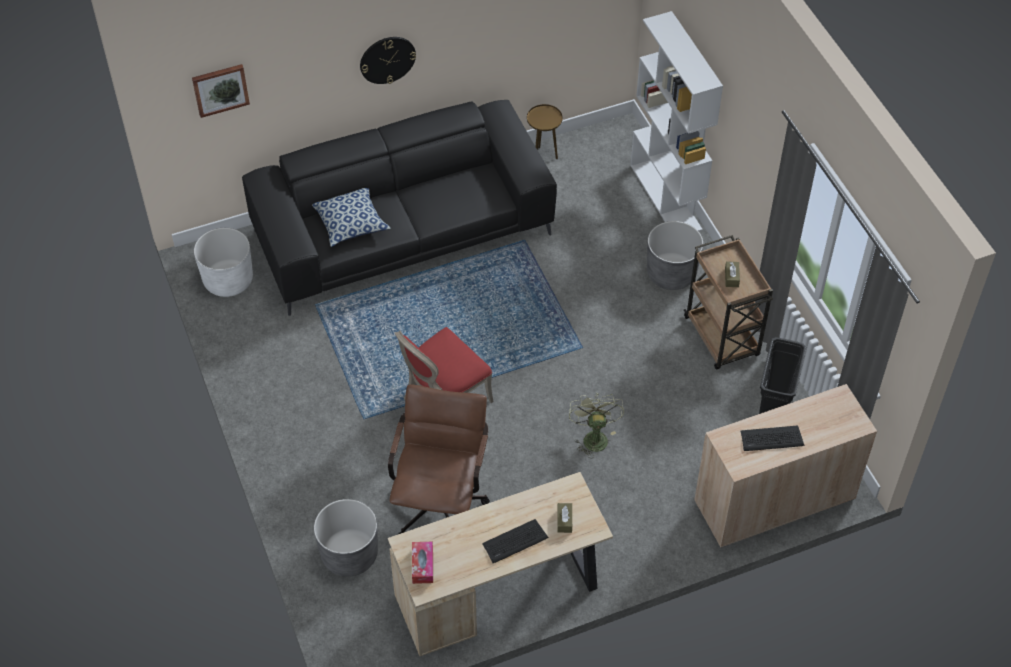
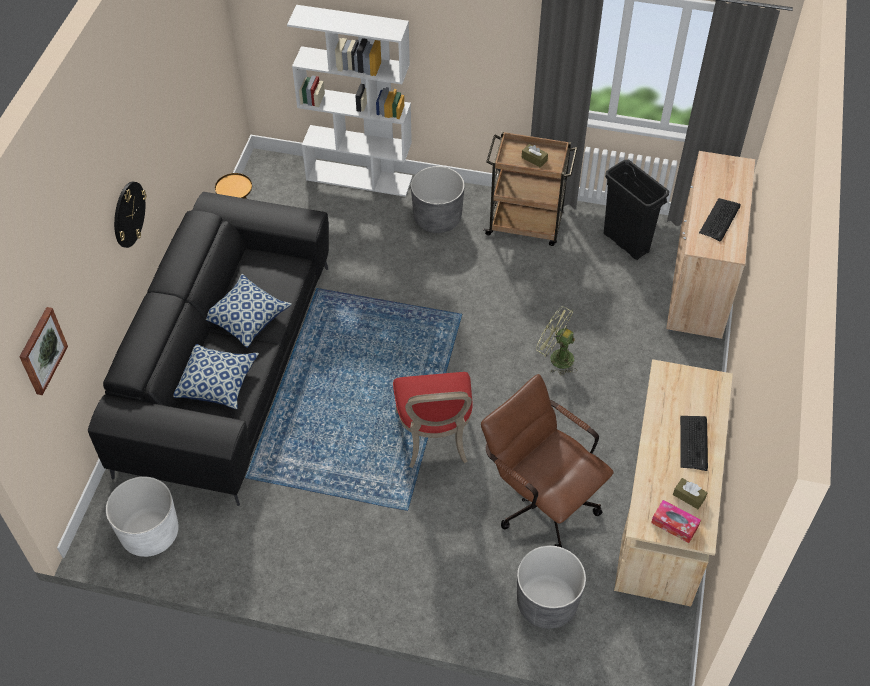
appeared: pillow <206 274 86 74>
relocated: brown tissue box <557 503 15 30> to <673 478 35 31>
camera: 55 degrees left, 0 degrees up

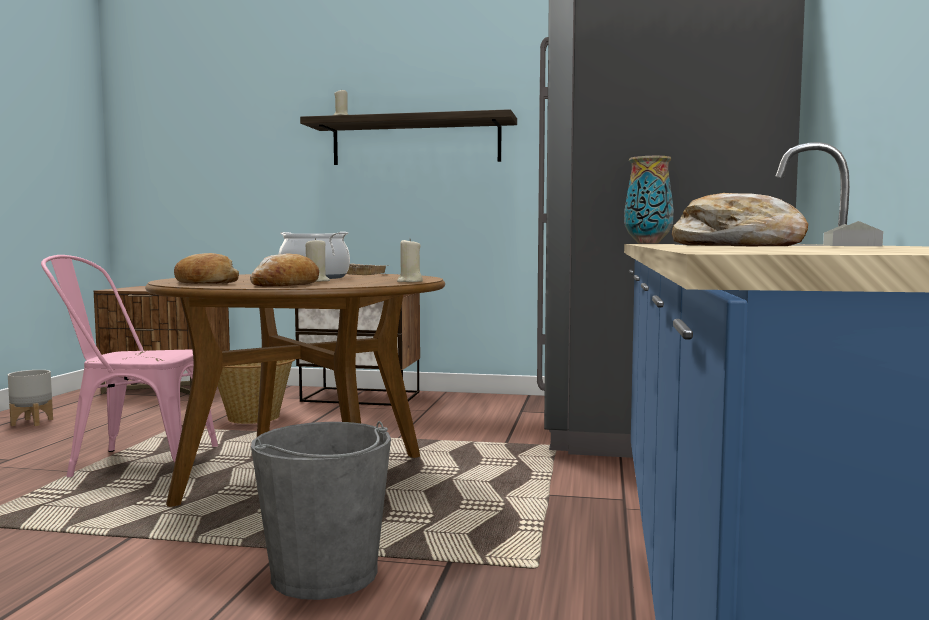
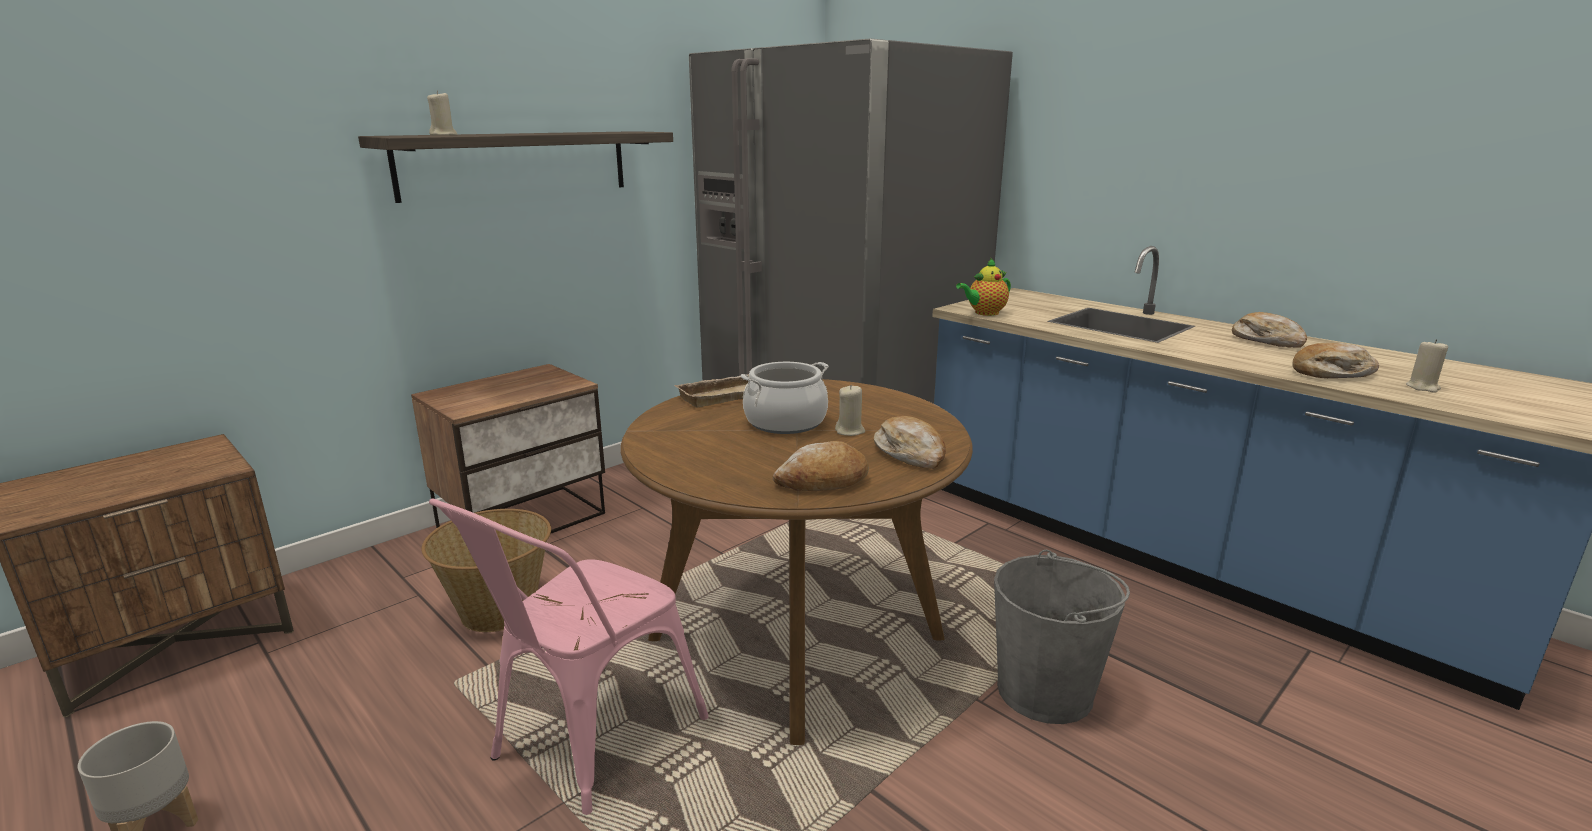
relocated: beige candle <397 239 26 43> to <1406 339 42 54>
exchanged: vase <624 156 50 88> to teapot <956 258 55 58>; grey tray <823 221 60 25> to bread <1232 312 75 36>
camera: 55 degrees left, 15 degrees up

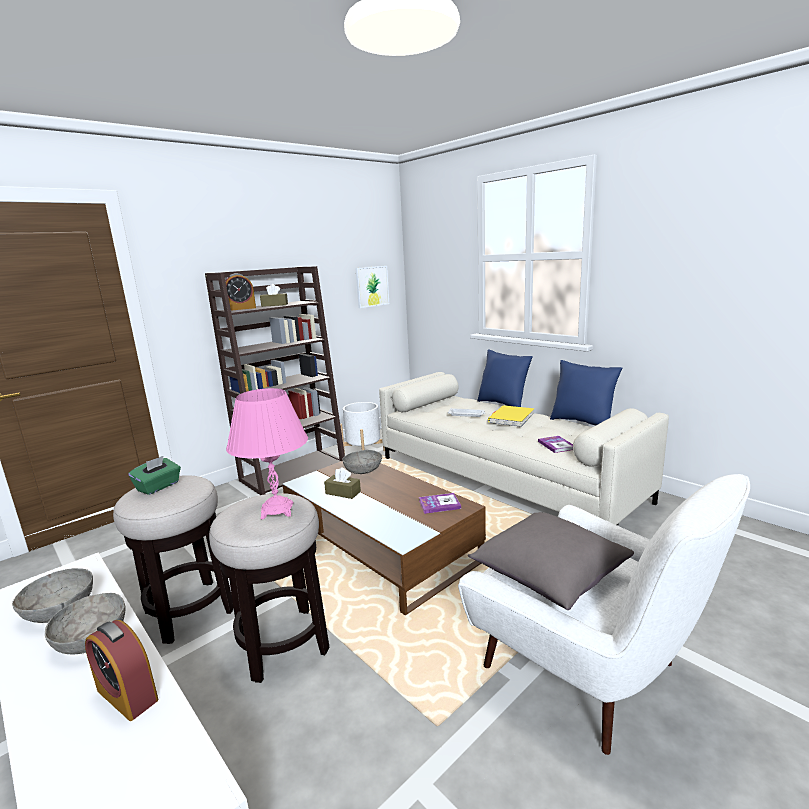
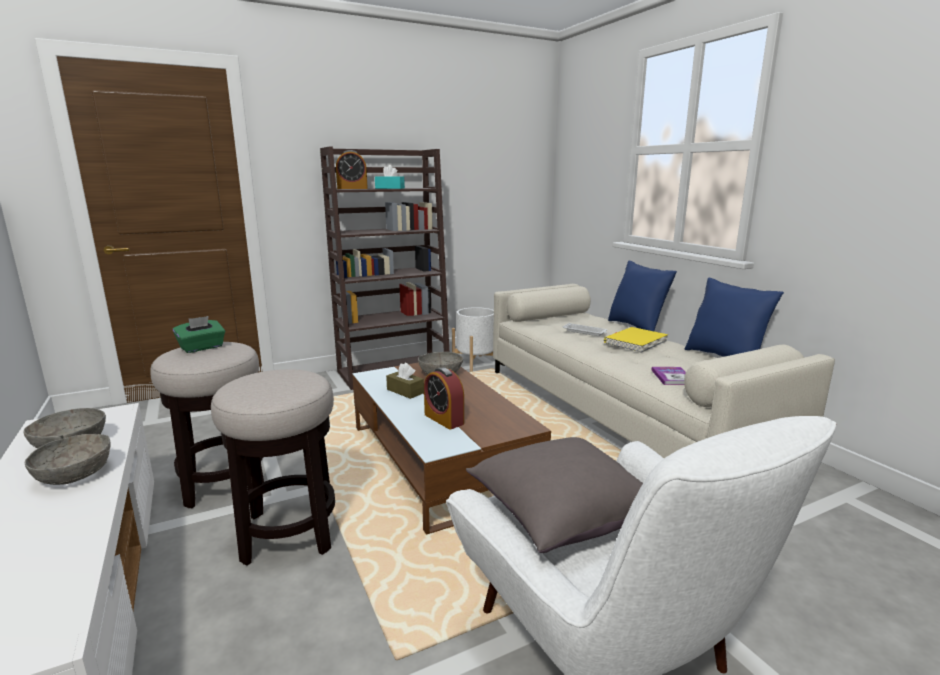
missing: picture <355 266 34 42>; pink table lamp <226 388 82 131>; book <419 493 42 21>
relocated: alarm clock <85 620 73 101> to <424 367 40 63>
colour: brown tissue box <260 284 28 23> to turquoise tissue box <375 165 30 24>
camera: 15 degrees right, 0 degrees up

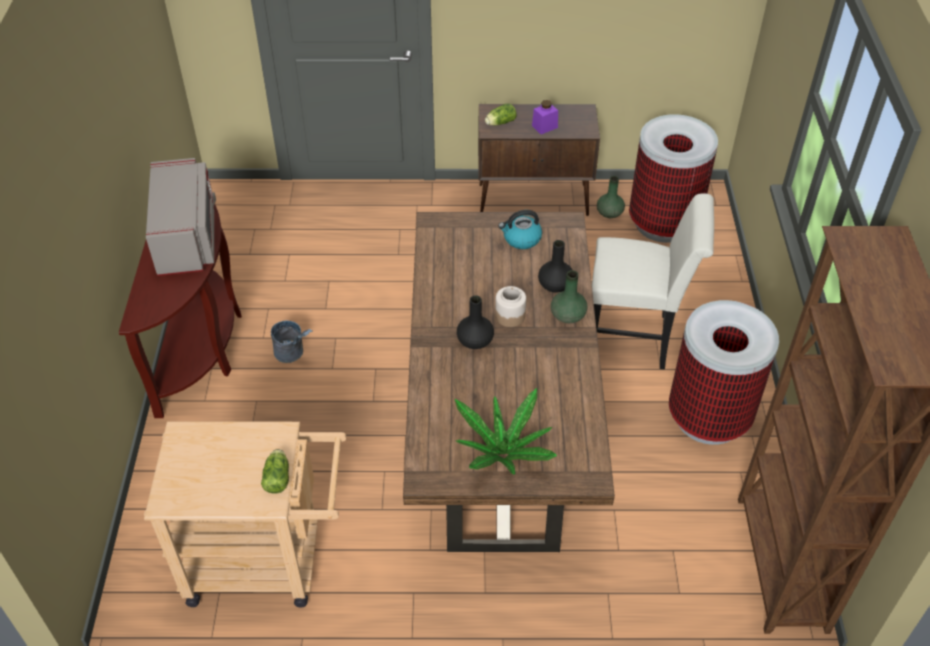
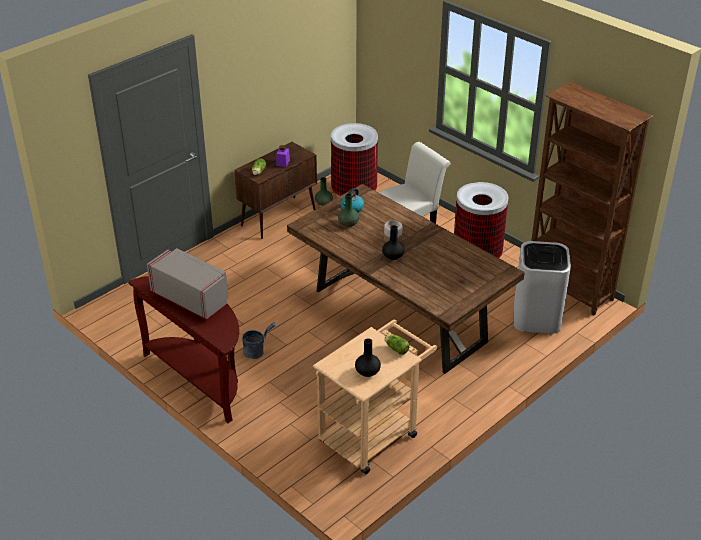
missing: potted plant <455 388 102 87>
appeared: white trash can <513 241 58 93>
relocated: black vase <538 240 34 53> to <355 338 26 39>; green vase <551 270 36 53> to <338 193 21 34>
camera: 45 degrees left, 10 degrees down

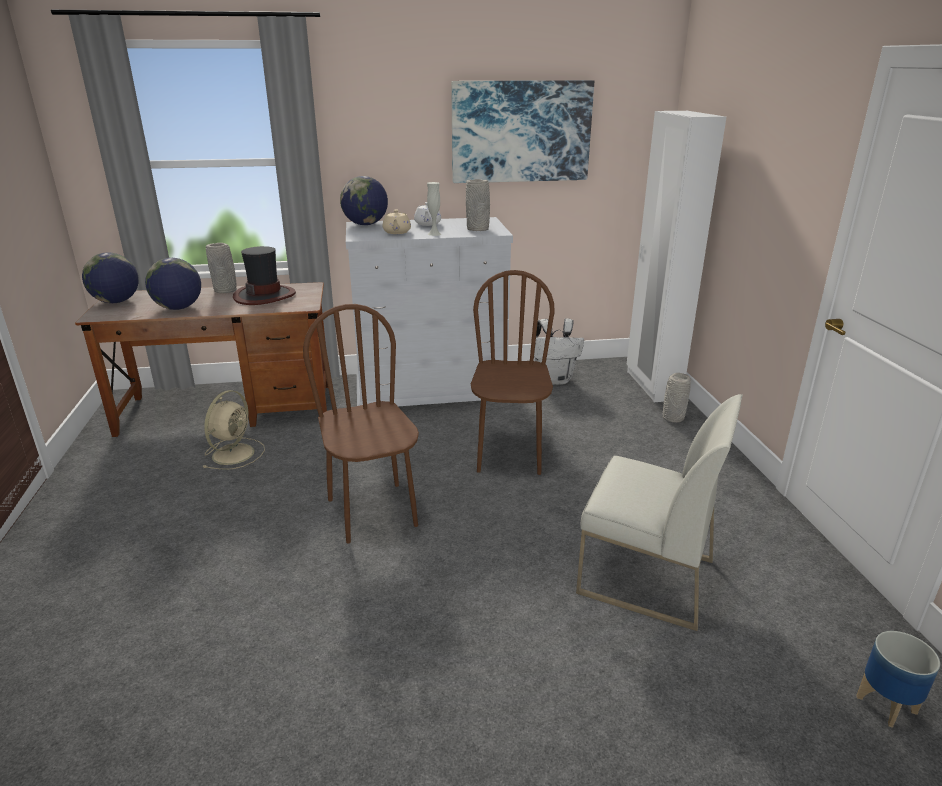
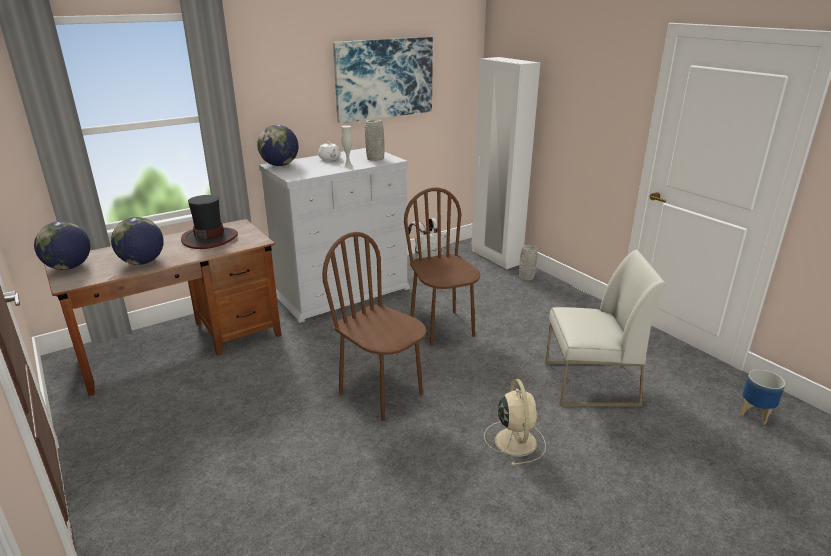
missing: beige teapot <382 209 29 25>; grey vase <206 243 31 50>
relocated: beige fan <202 390 63 79> to <484 379 62 87>
camera: 25 degrees left, 0 degrees up

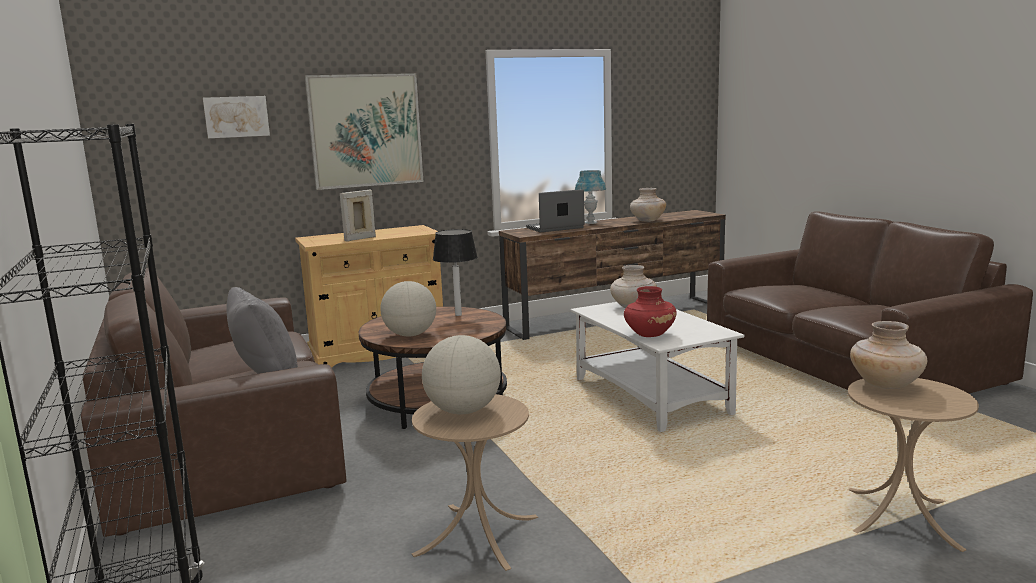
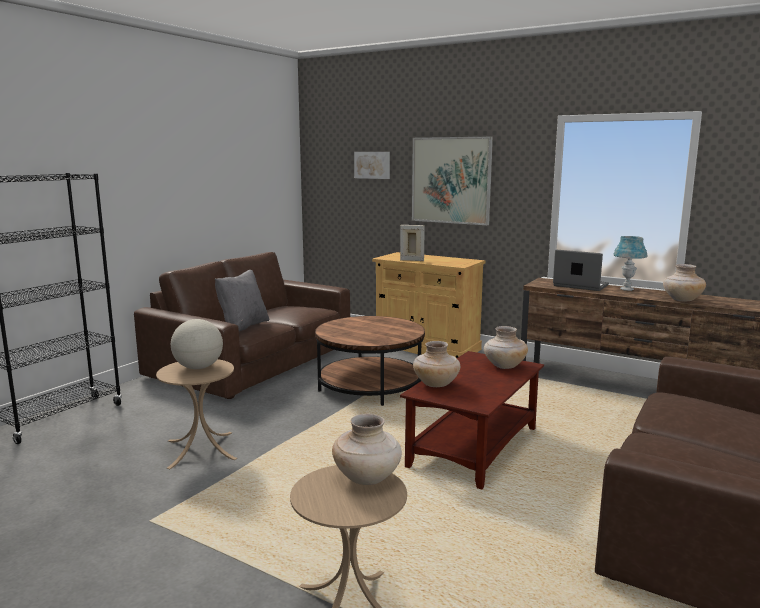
missing: table lamp <433 229 45 87>; globe <380 281 56 56>
colour: red vase <624 286 53 51> to beige vase <413 341 47 46>; white coffee table <570 302 174 130> to brown coffee table <400 351 144 138>
camera: 55 degrees right, 0 degrees up

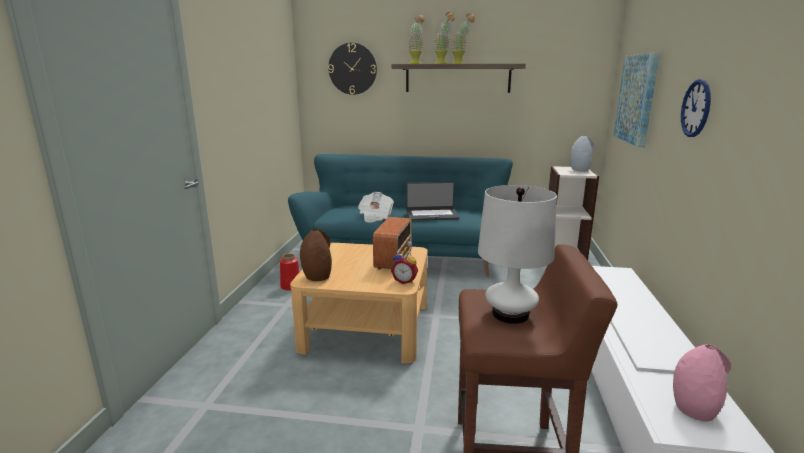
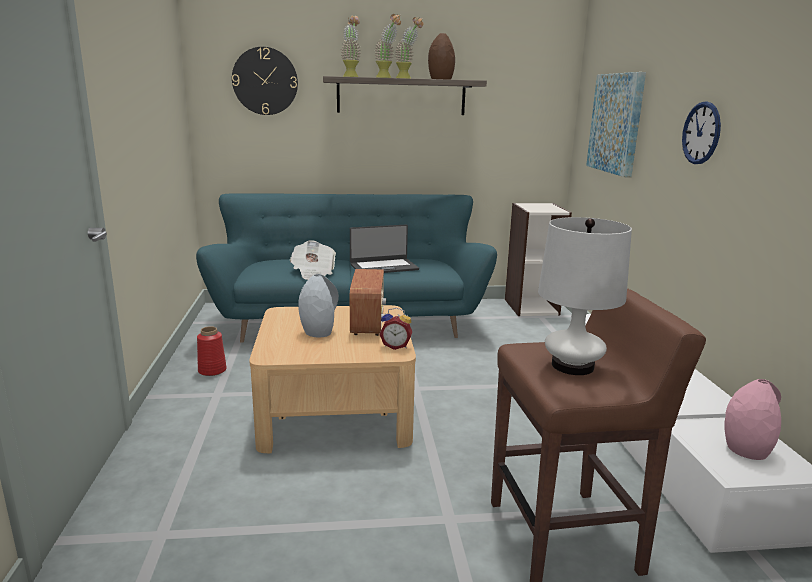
relocated: grey vase <570 136 24 35> to <298 274 41 63>; brown vase <300 229 32 52> to <428 33 27 47>
camera: 15 degrees left, 0 degrees up

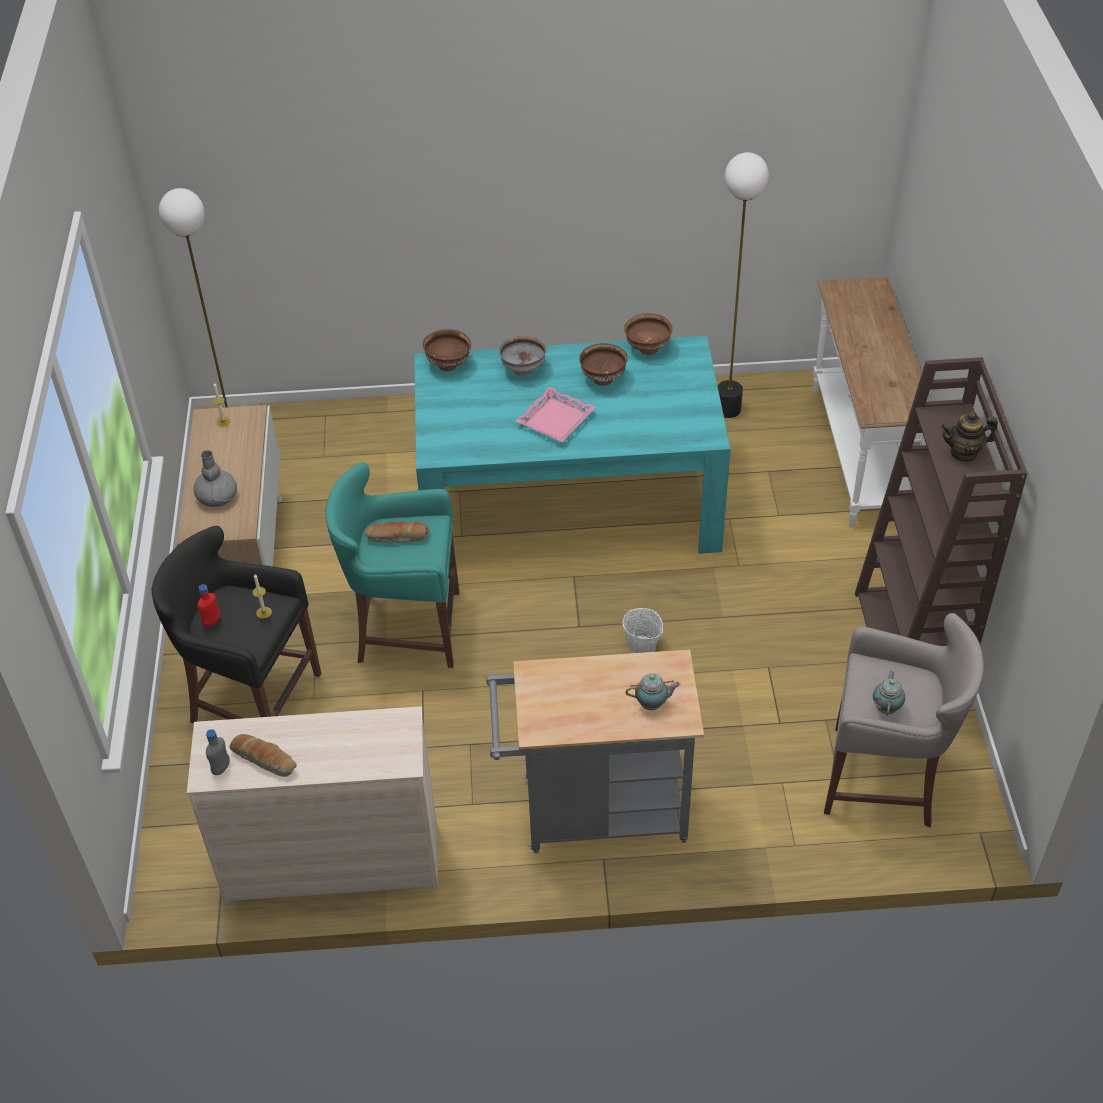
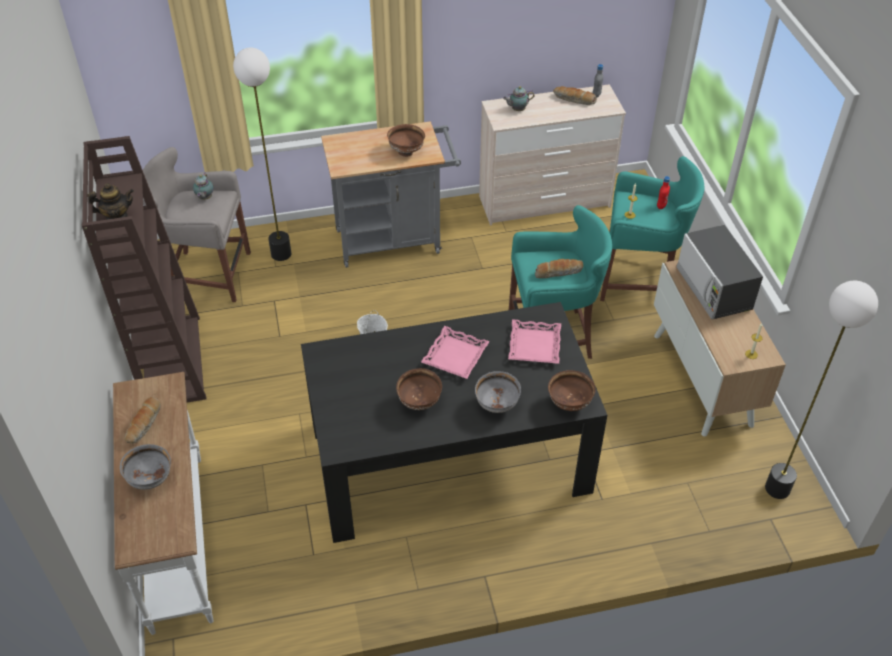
appeared: pink tray <508 319 53 45>; bread <125 397 36 47>; grey bowl <120 444 51 46>
relocated: floor lamp <718 152 51 266> to <233 47 58 214>; brown bowl <624 313 49 42> to <387 124 38 33>; teapot <626 673 54 37> to <503 86 32 25>
exchanged: grey vase <193 450 44 57> to microwave <676 225 87 94>
colour: turquoise dining table <414 336 317 218> to black dining table <301 302 306 241>; black stool <152 526 169 197> to turquoise stool <600 156 105 145>
camera: 170 degrees right, 0 degrees up

